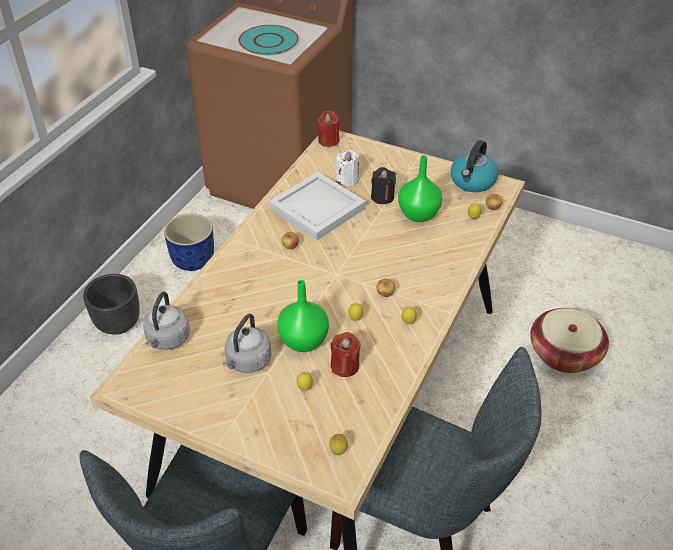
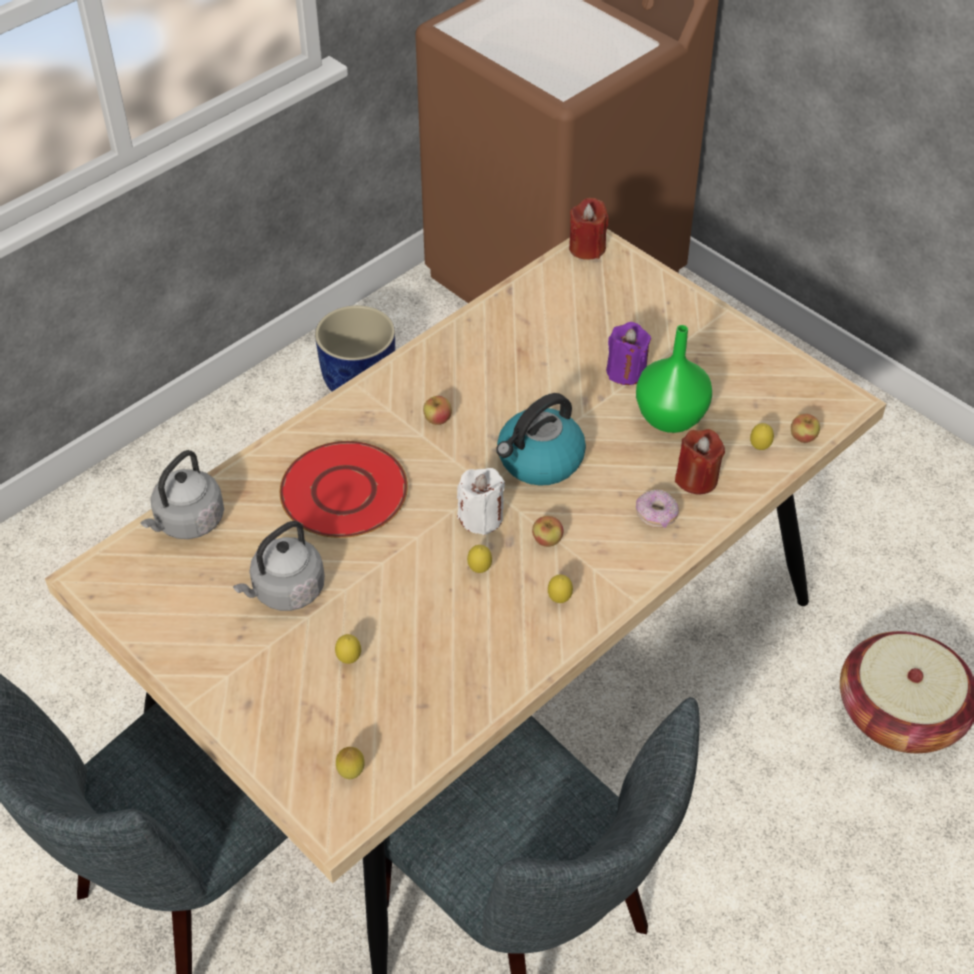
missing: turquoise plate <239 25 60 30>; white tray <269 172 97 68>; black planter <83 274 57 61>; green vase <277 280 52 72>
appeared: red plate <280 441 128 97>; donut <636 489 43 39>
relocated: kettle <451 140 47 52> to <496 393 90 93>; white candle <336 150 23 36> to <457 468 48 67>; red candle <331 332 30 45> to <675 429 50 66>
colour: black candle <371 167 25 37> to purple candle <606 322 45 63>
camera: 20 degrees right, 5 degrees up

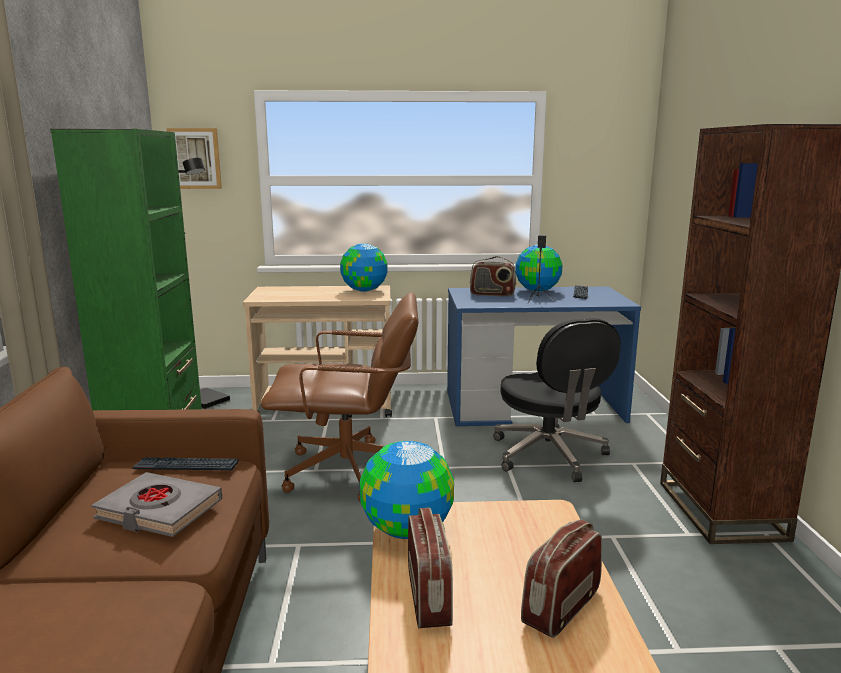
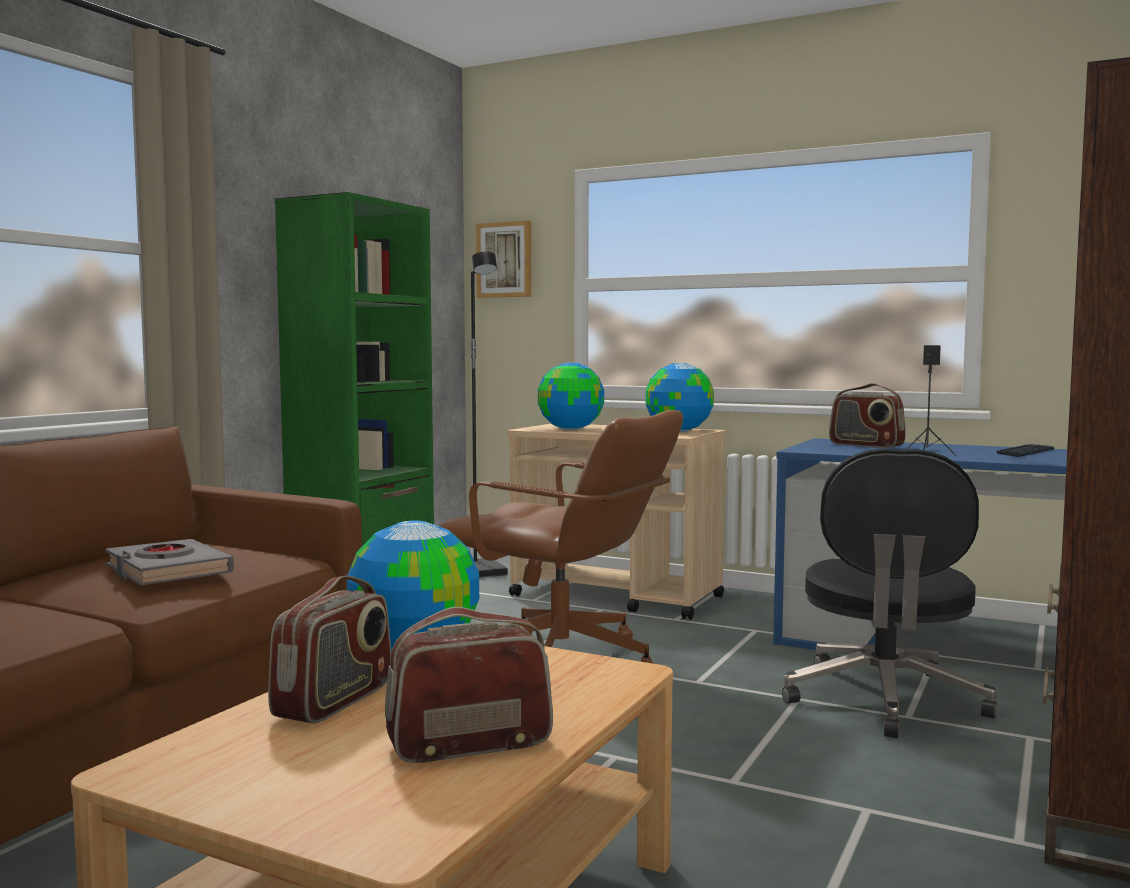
missing: keyboard <132 457 107 13>
relocated: globe <515 245 47 47> to <538 363 66 67>
camera: 30 degrees right, 10 degrees down

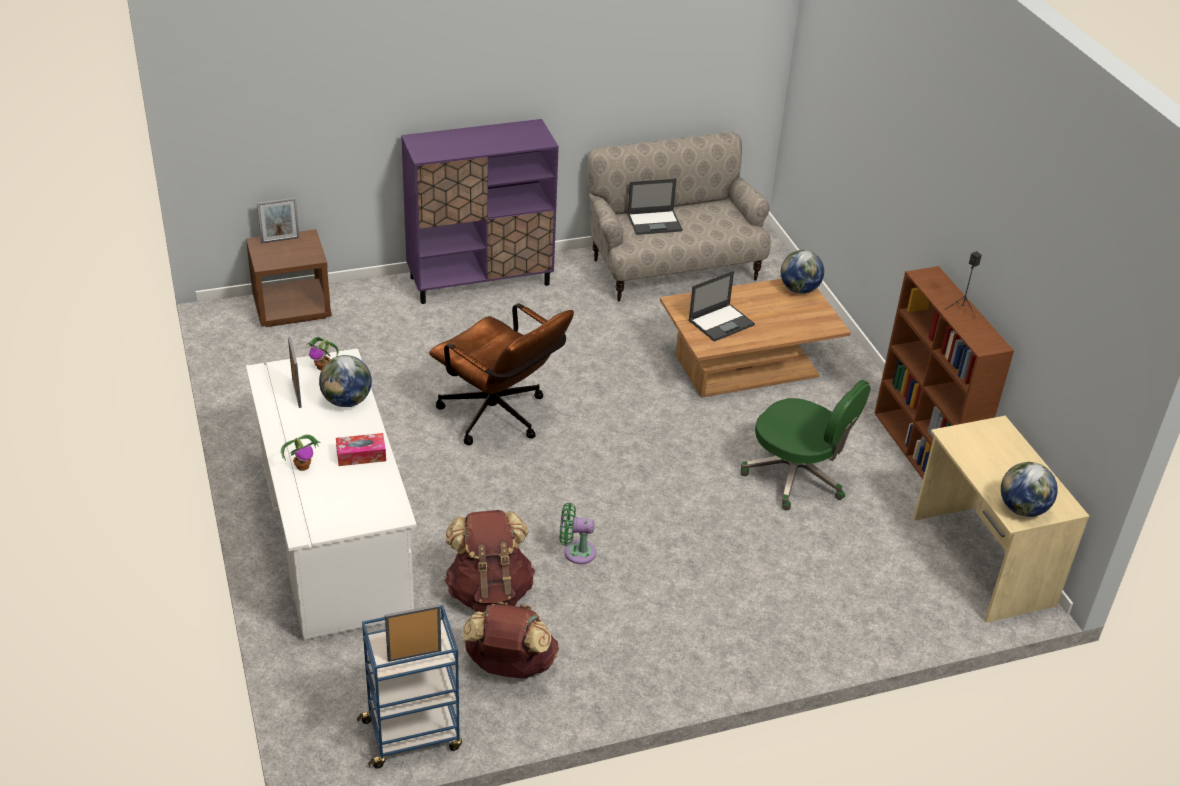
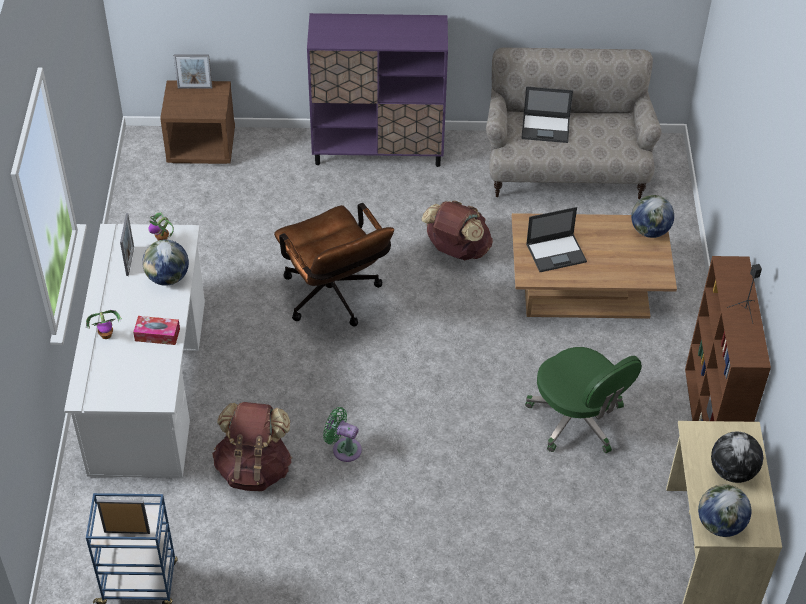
appeared: globe <711 431 52 52>
relocated: brown backpack <463 602 96 76> to <422 201 71 59>
camera: 20 degrees right, 10 degrees up

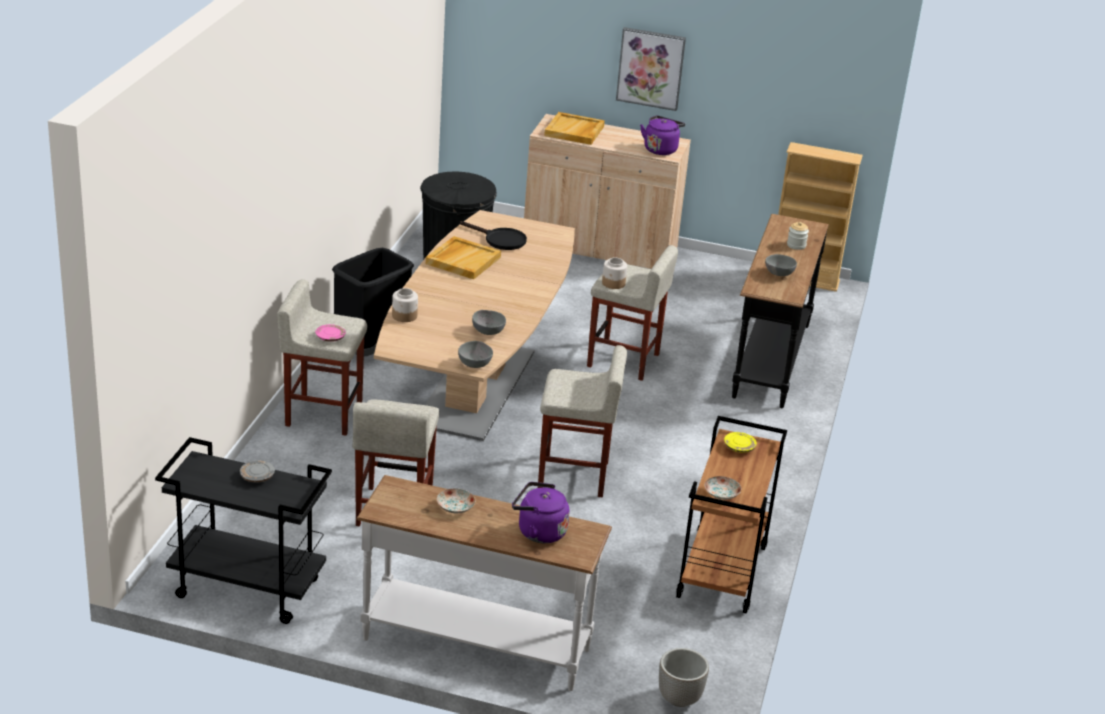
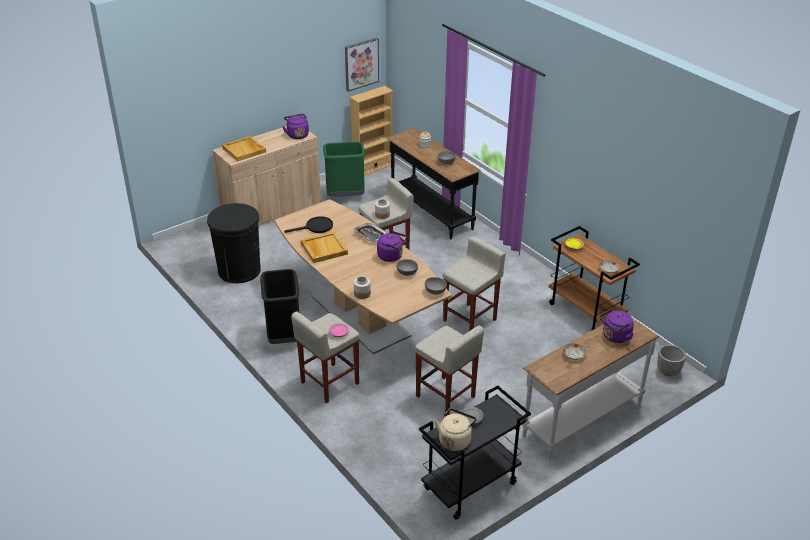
appeared: green trash can <323 142 42 55>; tray <353 223 34 19>; purple kettle <377 231 30 31>; beige kettle <434 408 42 43>
relocated: picture <616 27 70 84> to <345 38 34 54>
camera: 50 degrees left, 5 degrees up

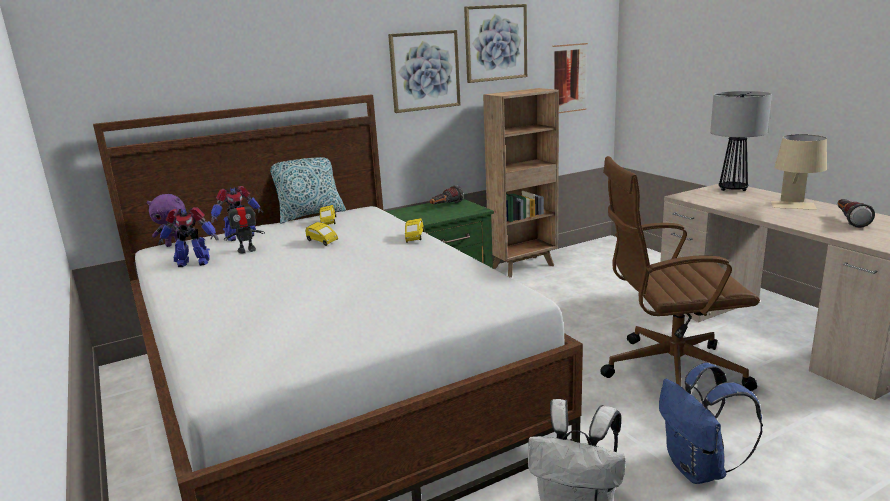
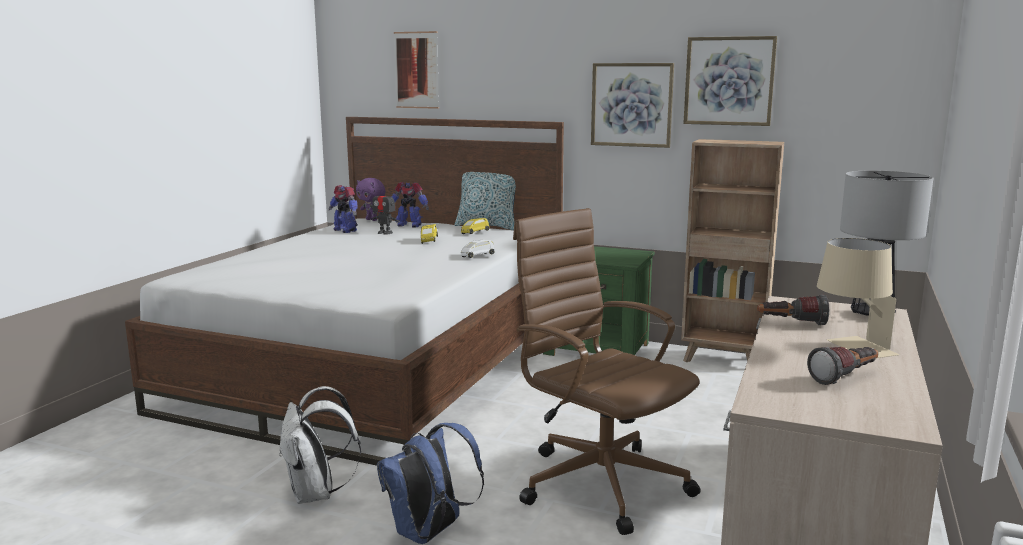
relocated: picture <552 43 36 70> to <394 31 45 78>; flashlight <429 185 34 19> to <757 294 72 31>
colour: yellow toy car <405 218 20 25> to white toy car <461 240 34 18>
camera: 50 degrees right, 5 degrees down

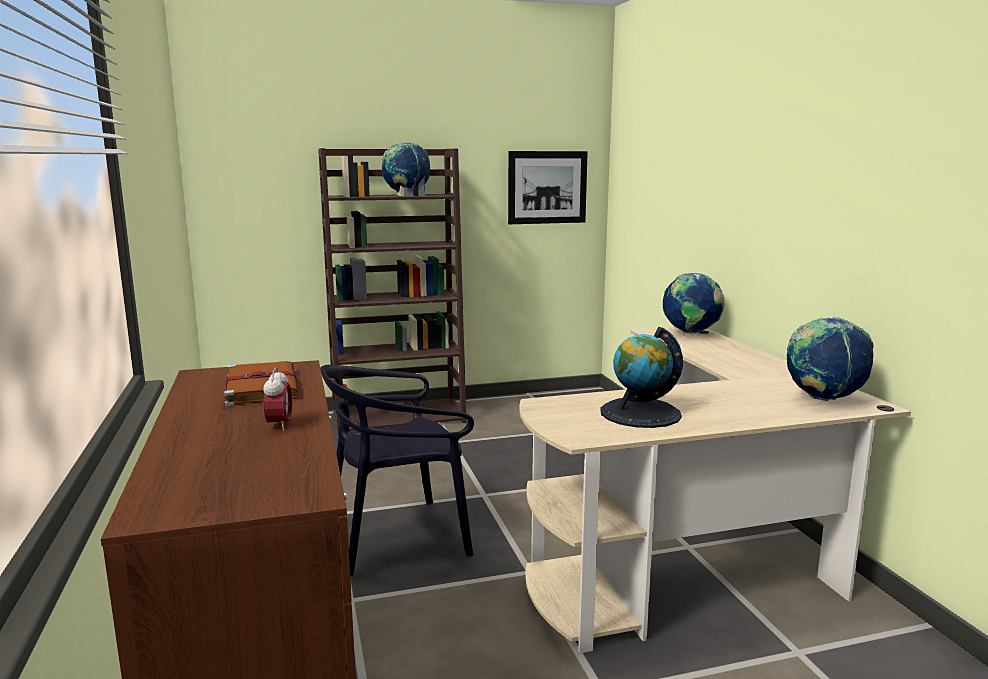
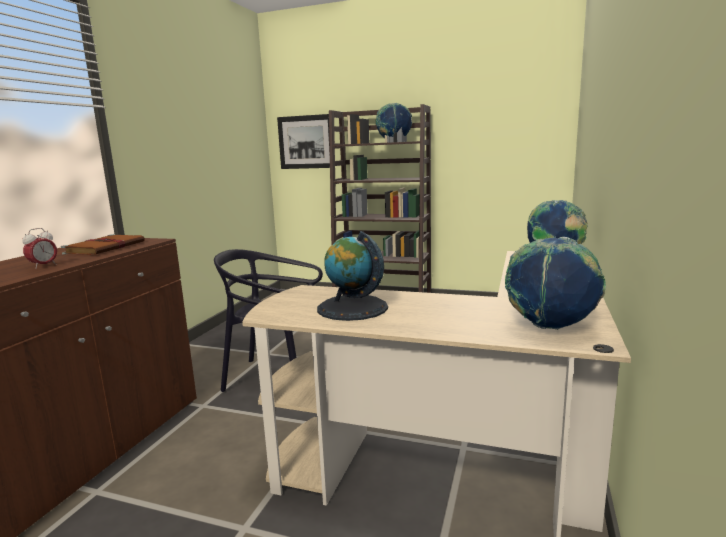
relocated: picture <508 151 80 73> to <277 114 53 55>
camera: 35 degrees right, 0 degrees up

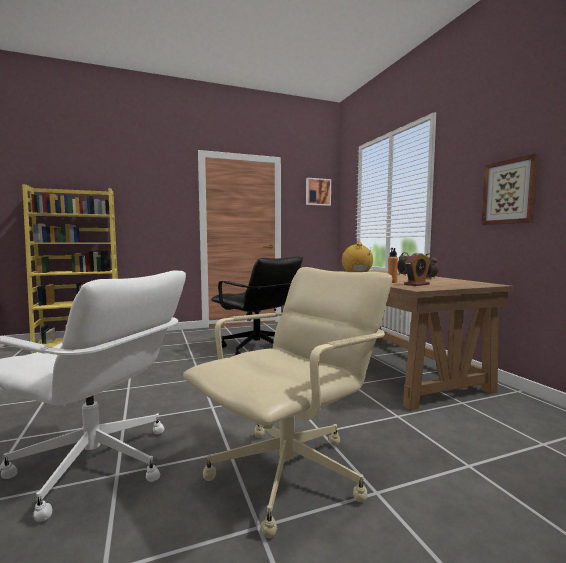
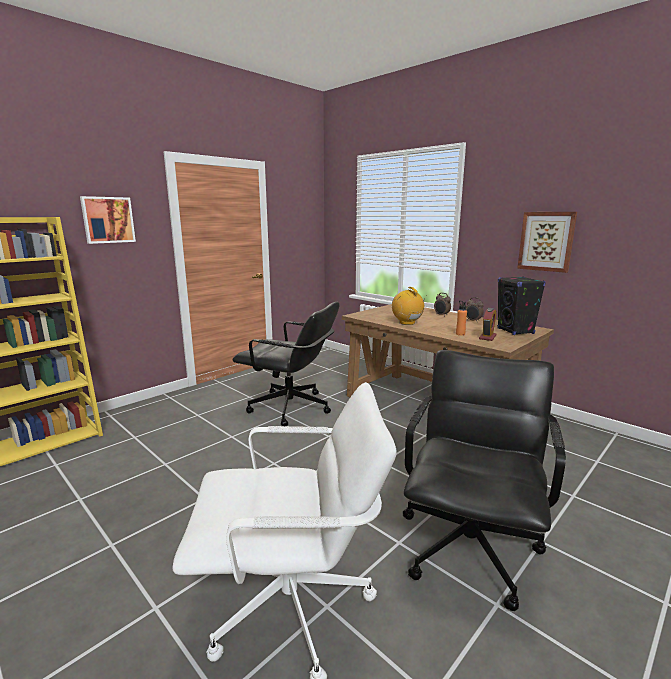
appeared: black speaker <497 276 49 59>
relocated: picture <306 178 25 28> to <80 196 56 48>
colour: beige office chair <183 267 209 271> to black office chair <403 350 163 261>
camera: 25 degrees left, 10 degrees up

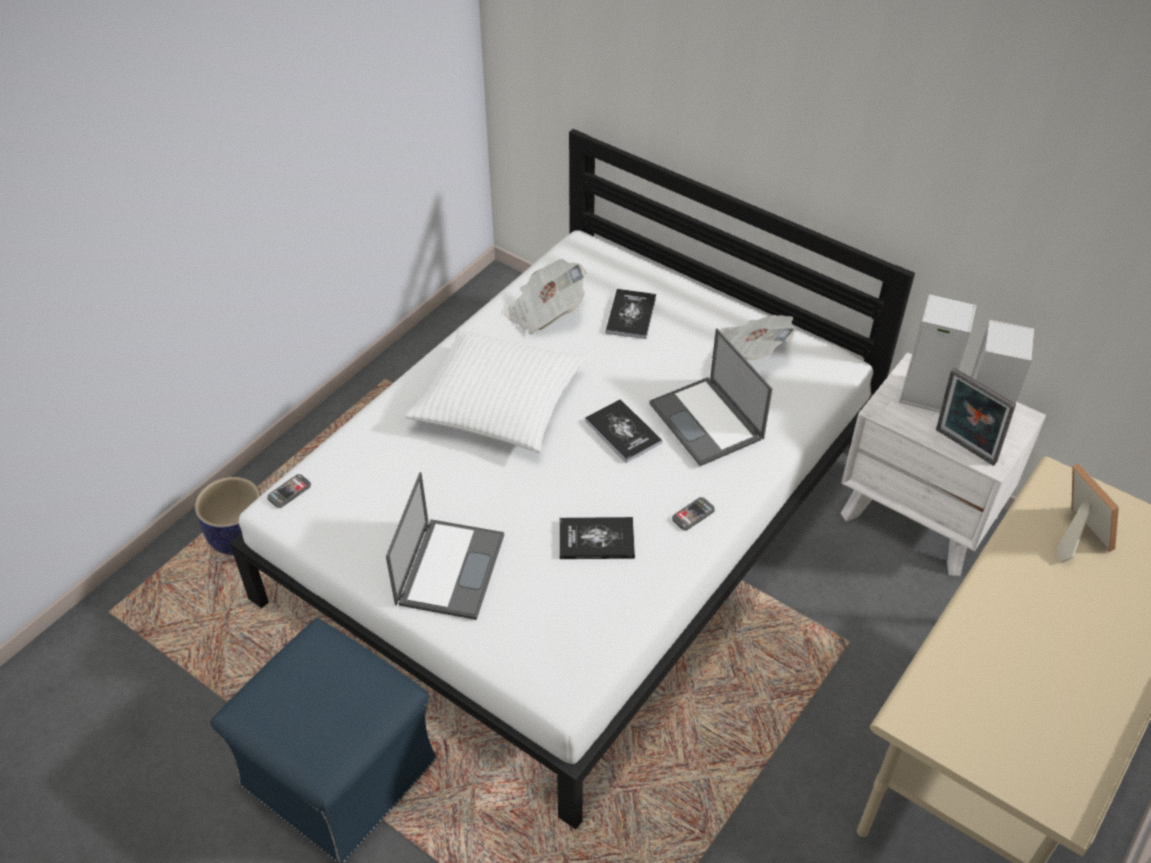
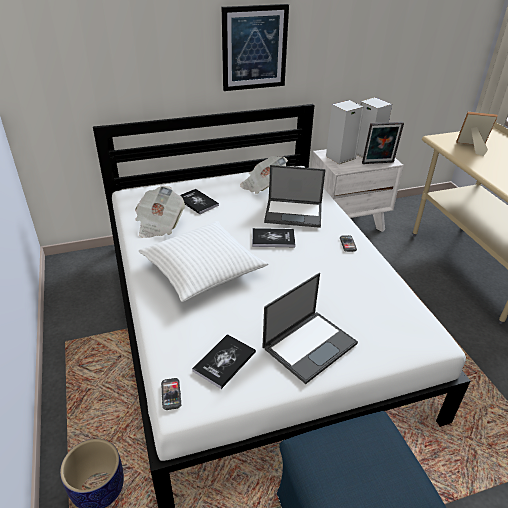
appeared: picture <222 4 67 87>
relocated: book <559 517 76 42> to <192 334 64 55>
spun: laptop <386 472 118 148> = <262 273 96 111> 90 degrees clockwise
camera: 55 degrees left, 10 degrees down

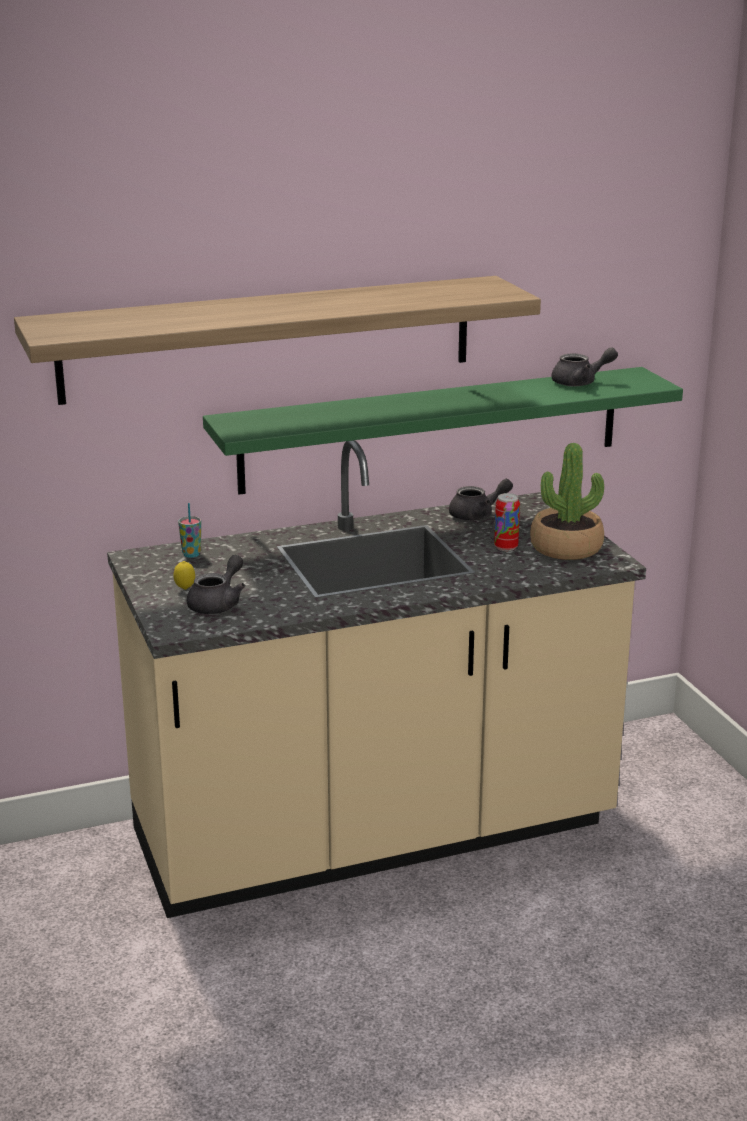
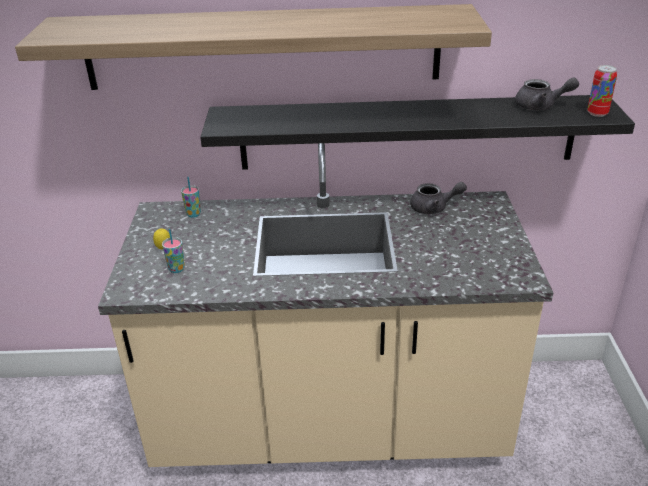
missing: potted plant <530 443 74 117>
relocated: can <494 493 26 58> to <587 65 30 52>
exchanged: grey teapot <187 555 58 59> to cup <162 229 23 44>
colour: green shelf <203 367 480 128> to black shelf <200 95 435 75>
camera: 20 degrees right, 10 degrees up

